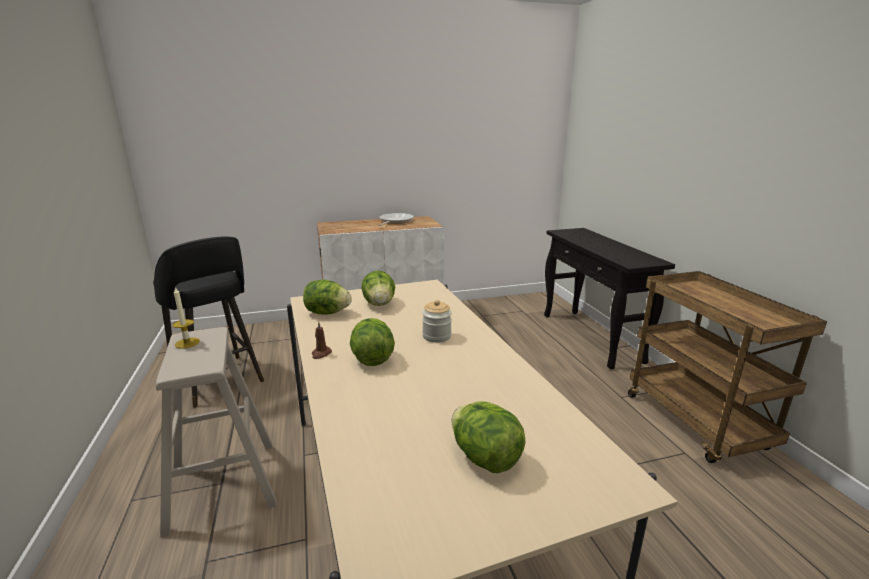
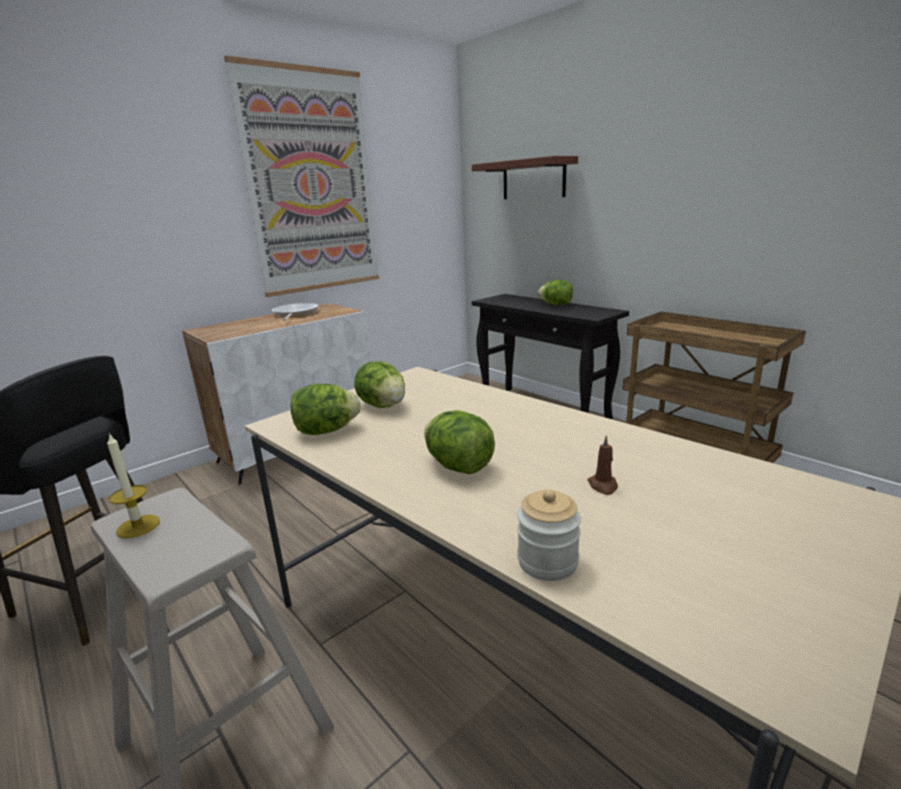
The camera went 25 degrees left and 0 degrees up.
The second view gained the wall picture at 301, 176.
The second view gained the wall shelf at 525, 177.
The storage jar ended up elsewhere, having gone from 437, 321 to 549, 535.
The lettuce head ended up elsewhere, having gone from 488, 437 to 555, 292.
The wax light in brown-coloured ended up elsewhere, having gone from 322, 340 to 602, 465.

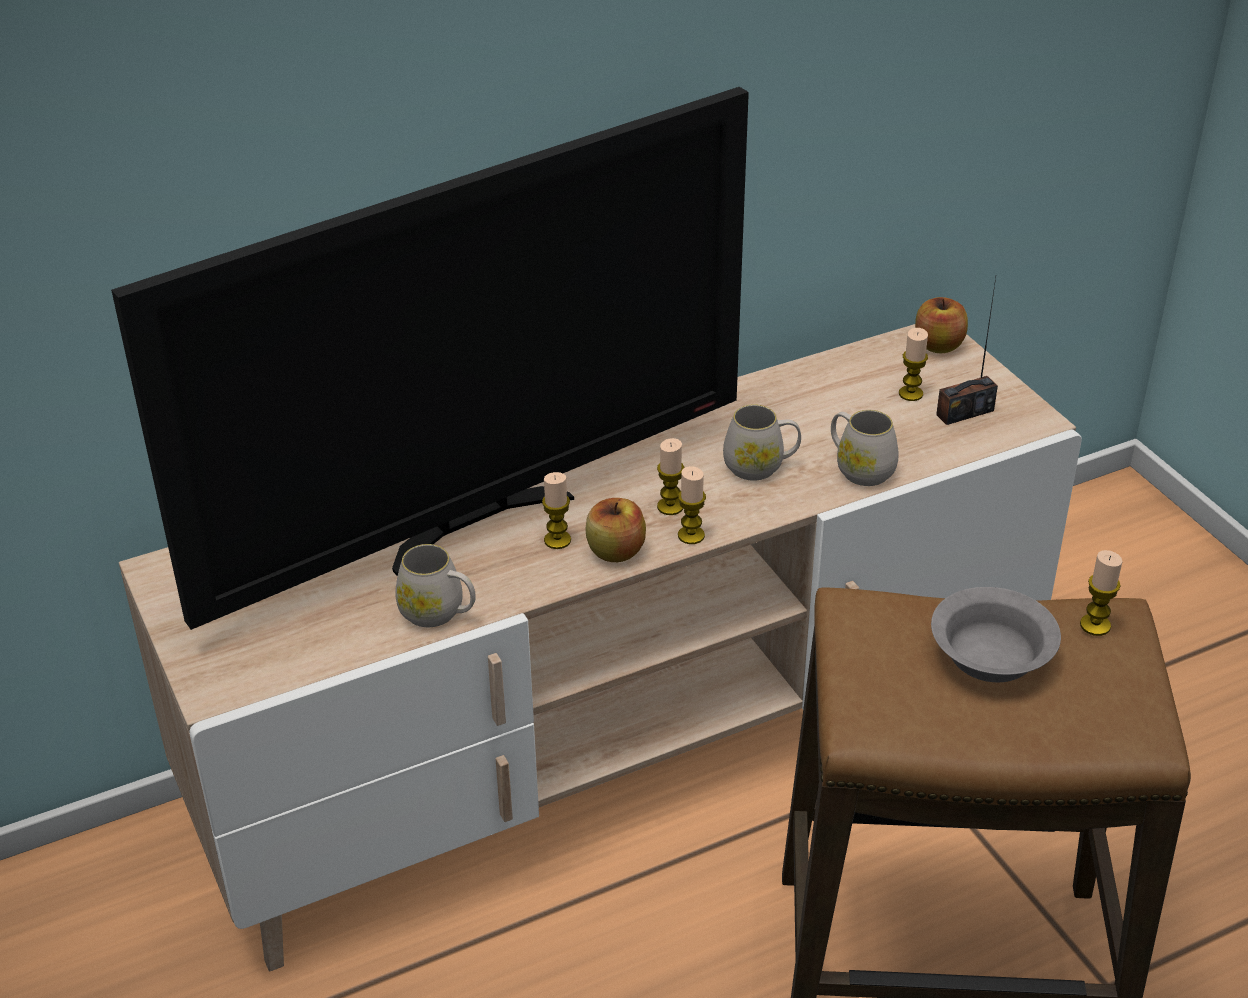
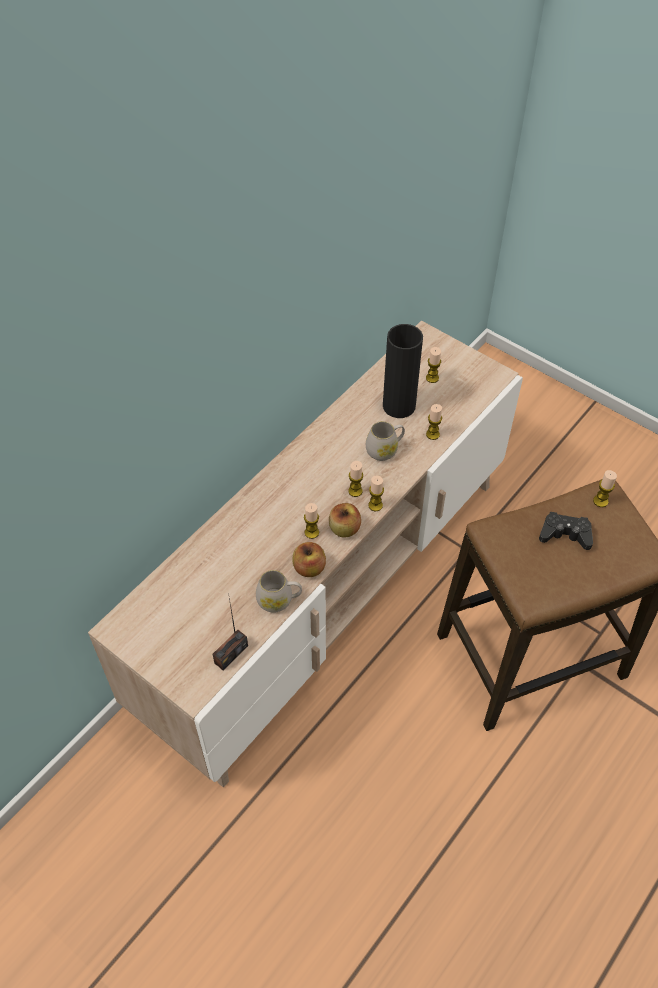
The camera went 25 degrees left and 15 degrees up.
The radio ended up elsewhere, having gone from 967, 351 to 230, 631.
The whole apple ended up elsewhere, having gone from 941, 325 to 309, 559.
The second view gained the flower vase in black at 403, 371.
Where the mug in whitish stood at 865, 448, the wax light came to stand at 434, 422.
Where the bowl in greyish stood at 996, 634, the gamepad in black came to stand at 566, 531.
The second view lost the TV at 430, 358.

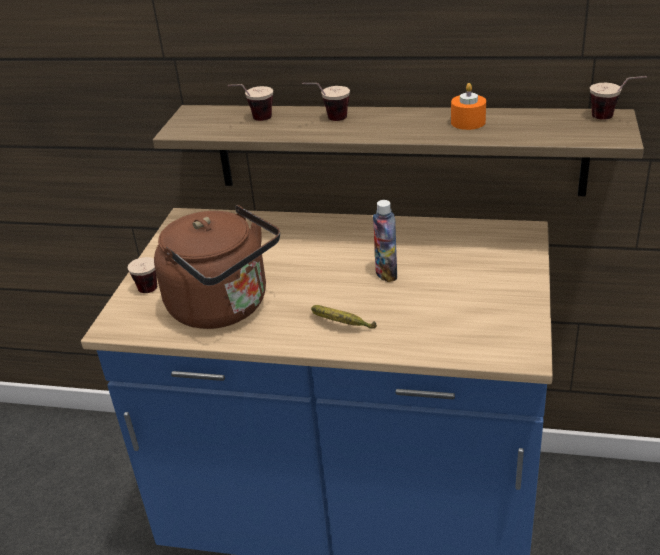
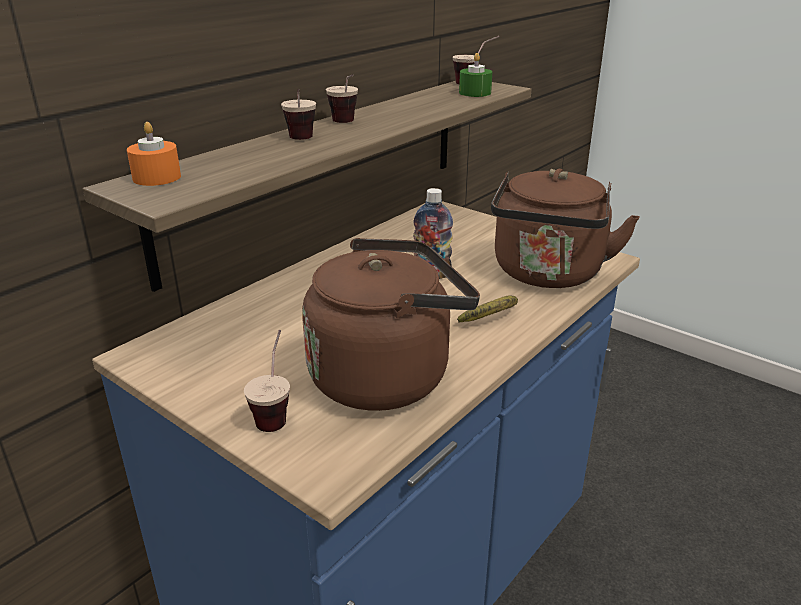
The camera went 65 degrees left and 5 degrees down.
The wax light in orange ended up elsewhere, having gone from 468, 106 to 154, 154.
The cup ended up elsewhere, having gone from 250, 102 to 342, 98.
The second view gained the wax light in green-coloured at 475, 75.
The second view gained the water kettle in brown-coloured at 565, 228.

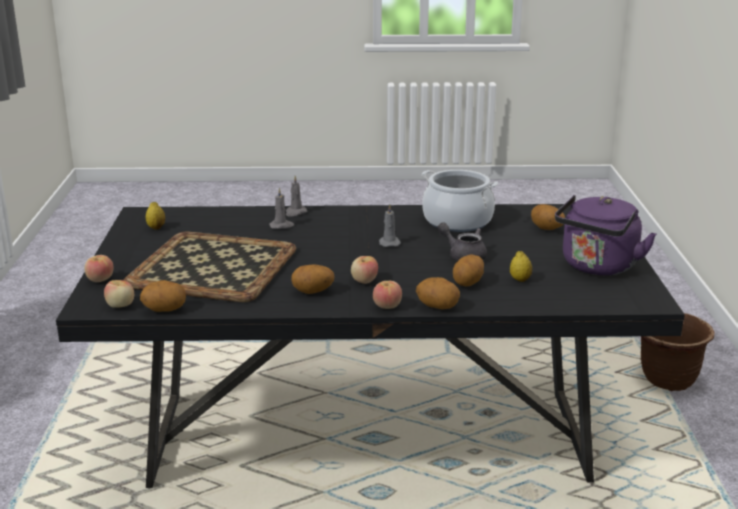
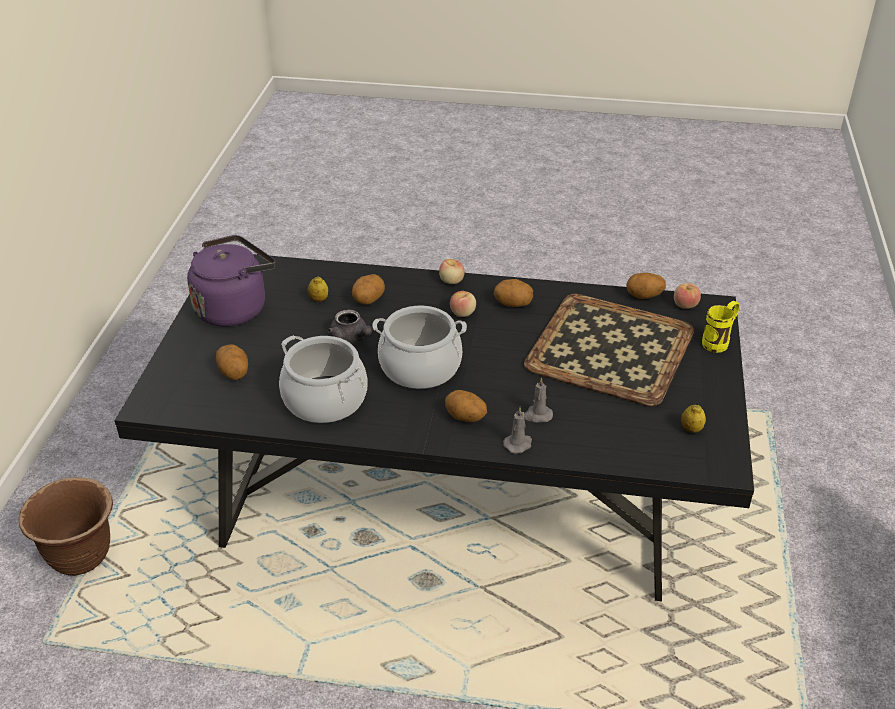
The camera went 170 degrees left and 15 degrees up.
Where the wax light in greyish stood at 390, 225, the saucepot came to stand at 419, 347.
The spud ended up elsewhere, having gone from 438, 293 to 466, 406.
Where the whole apple stood at 99, 268, the mug in yellowish came to stand at 721, 327.

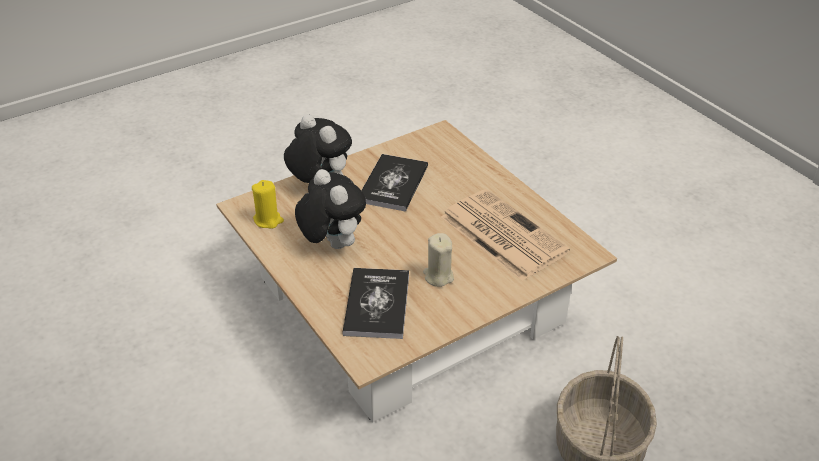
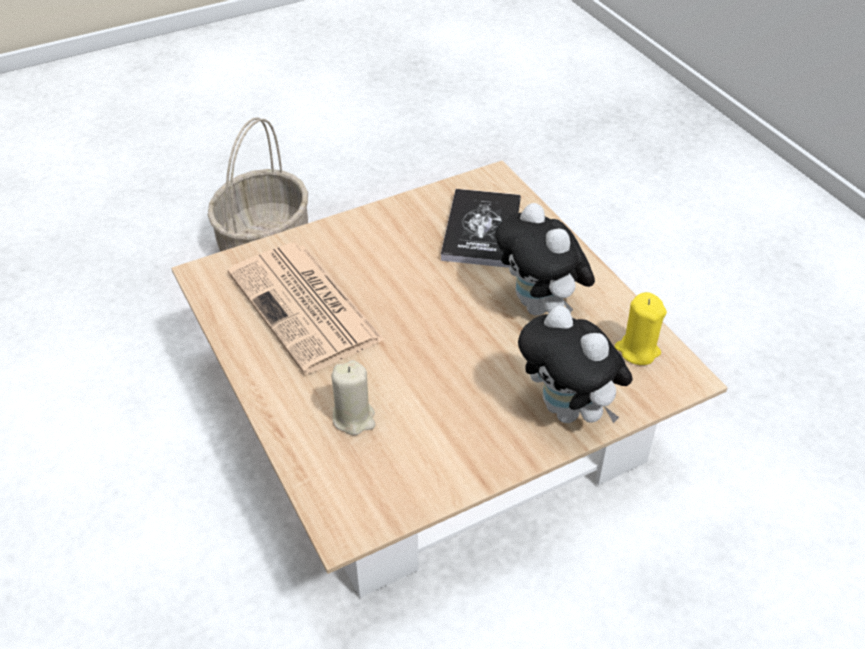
The camera went 175 degrees left and 5 degrees up.
The wax light in beige-coloured ended up elsewhere, having gone from 438, 260 to 353, 398.
The second view lost the bound book at 394, 183.

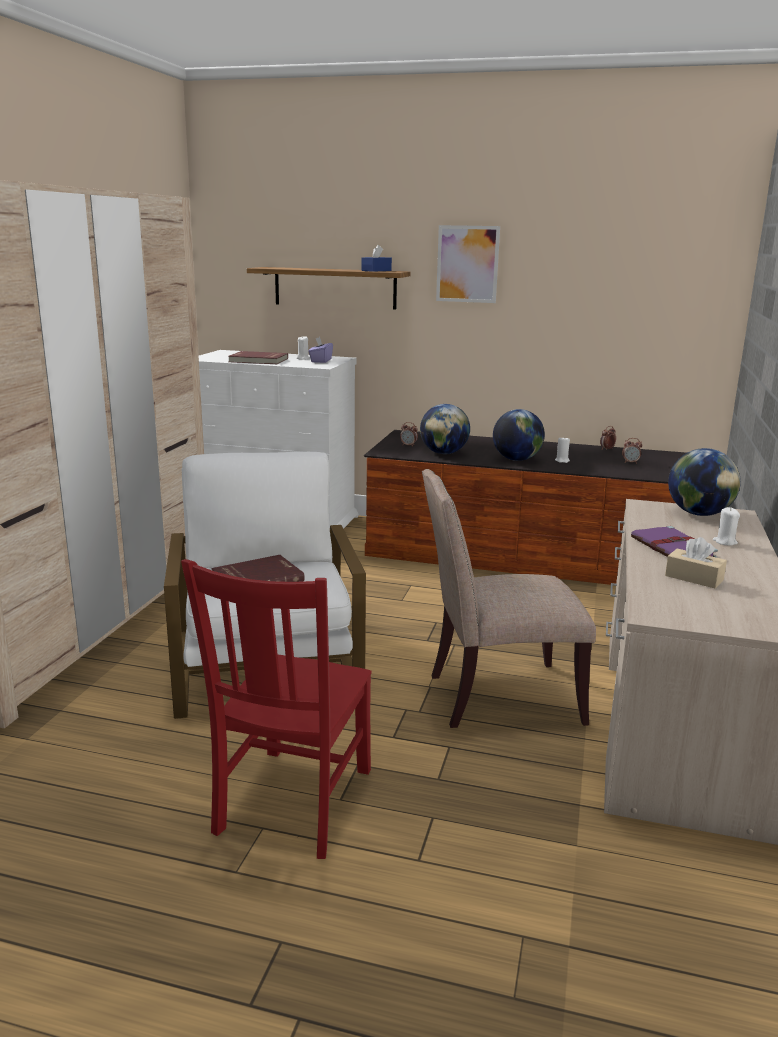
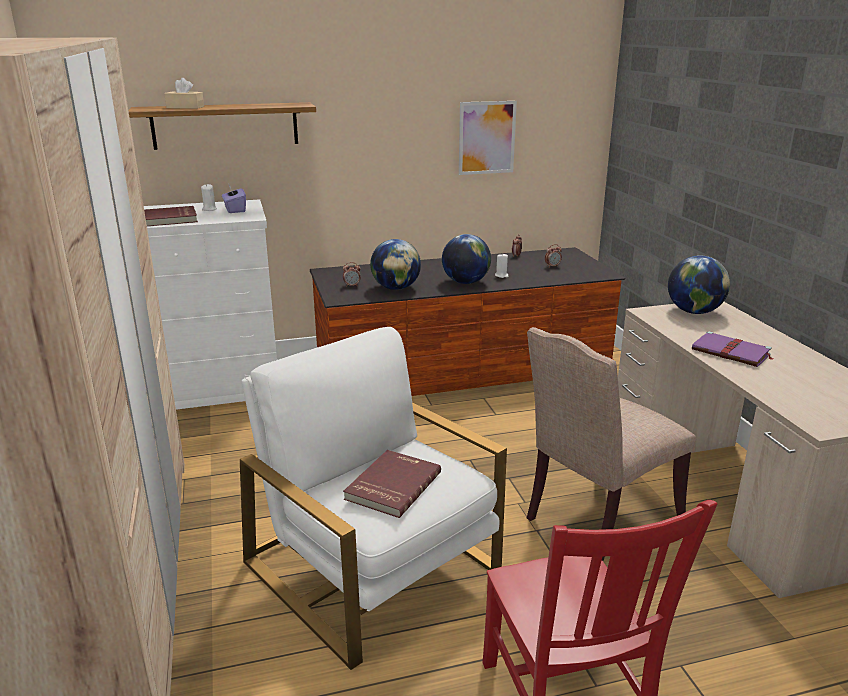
The camera went 30 degrees left and 5 degrees up.
The tissue box in beige-coloured ended up elsewhere, having gone from 696, 562 to 184, 93.
The wall picture ended up elsewhere, having gone from 468, 264 to 488, 138.
The second view lost the tissue box in blue-coloured at 376, 258.
The second view lost the wax light in whitish at 726, 526.

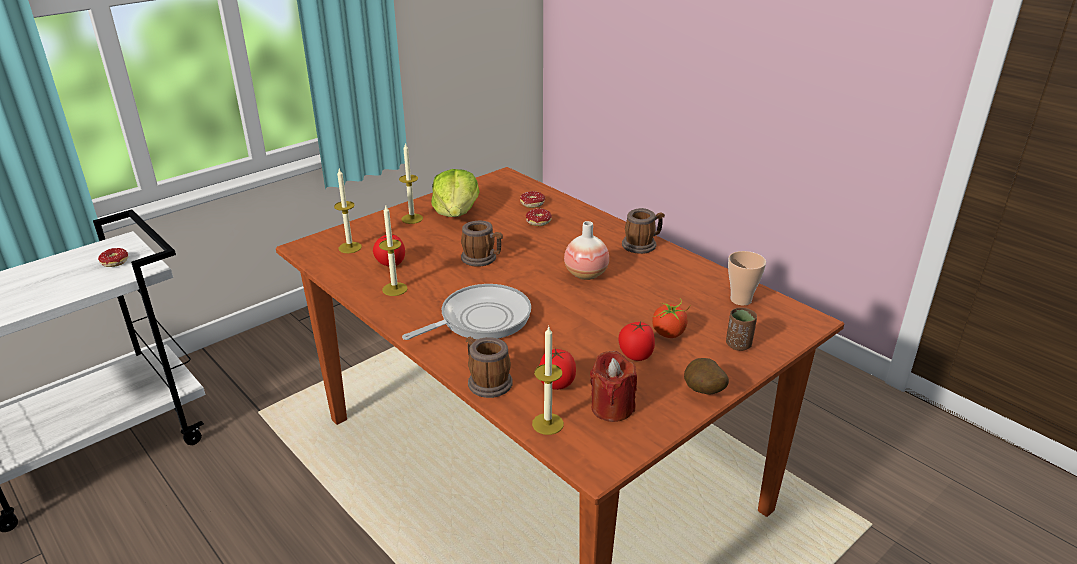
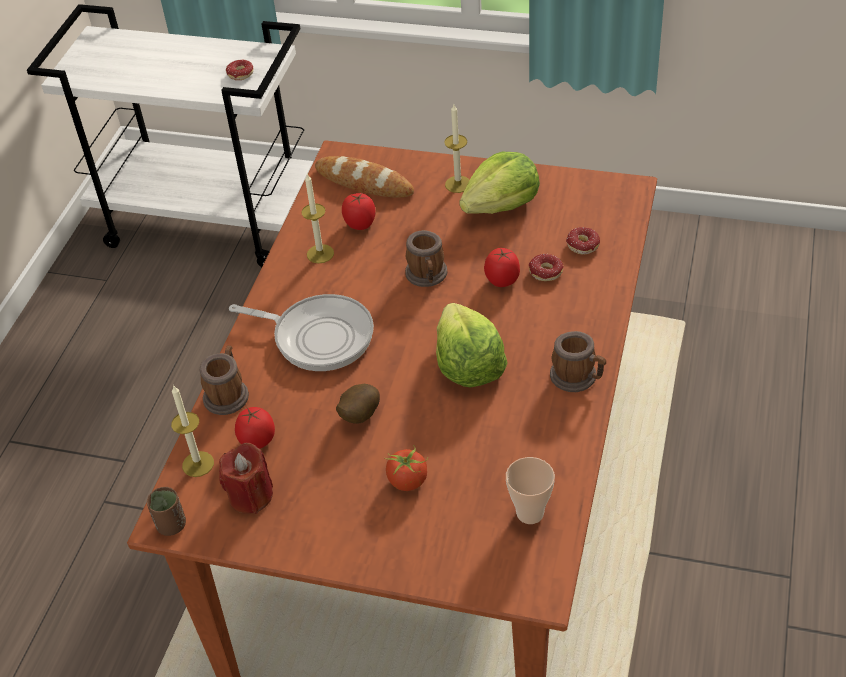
The camera went 60 degrees right and 15 degrees up.
The cup in brown-coloured ended up elsewhere, having gone from 741, 329 to 166, 511.
Where the wax light stood at 348, 211, the bread came to stand at 364, 177.
The spud ended up elsewhere, having gone from 706, 376 to 358, 404.
Where the flower vase stood at 586, 250, the lettuce head came to stand at 472, 345.
The tomato ended up elsewhere, having gone from 637, 341 to 502, 267.

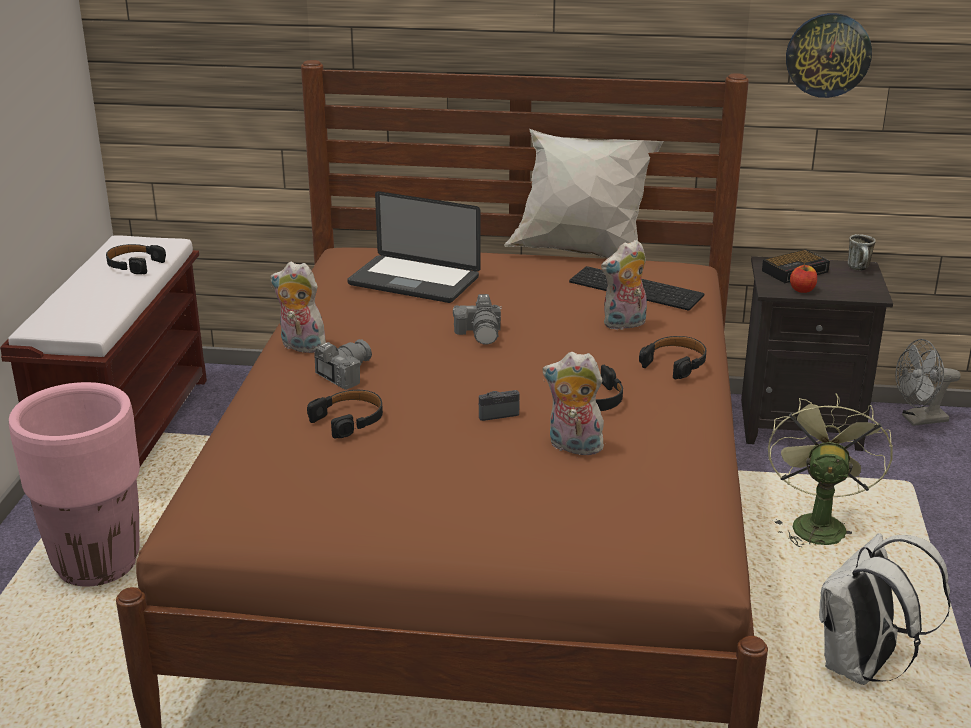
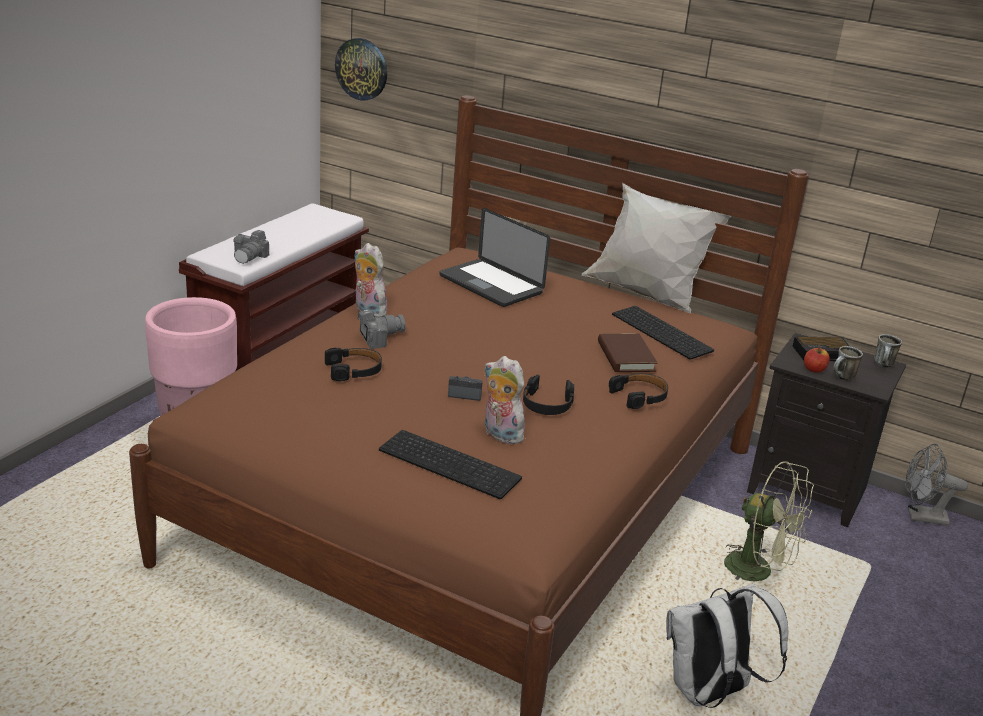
The camera went 20 degrees right and 0 degrees up.
The photo camera ended up elsewhere, having gone from 477, 319 to 251, 247.
The wall clock ended up elsewhere, having gone from 829, 55 to 361, 69.
The second view gained the computer keyboard at 450, 464.
Where the cuddly toy stood at 624, 285, the bound book in brown-coloured came to stand at 628, 353.
The electric fan in green-coloured at 830, 470 ended up facing another way, 90 degrees clockwise from before.
The second view gained the mug at 848, 363.
The second view lost the headphones in black at 136, 259.

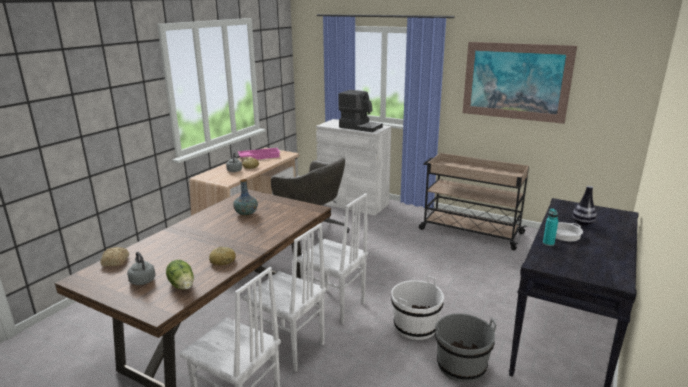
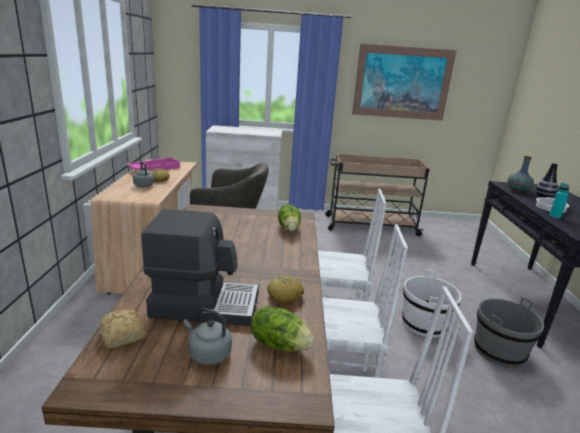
The camera went 30 degrees left and 0 degrees up.
The coffee maker ended up elsewhere, having gone from 360, 111 to 200, 267.
The second view gained the lettuce head at 289, 218.
The flower vase ended up elsewhere, having gone from 245, 197 to 521, 174.

